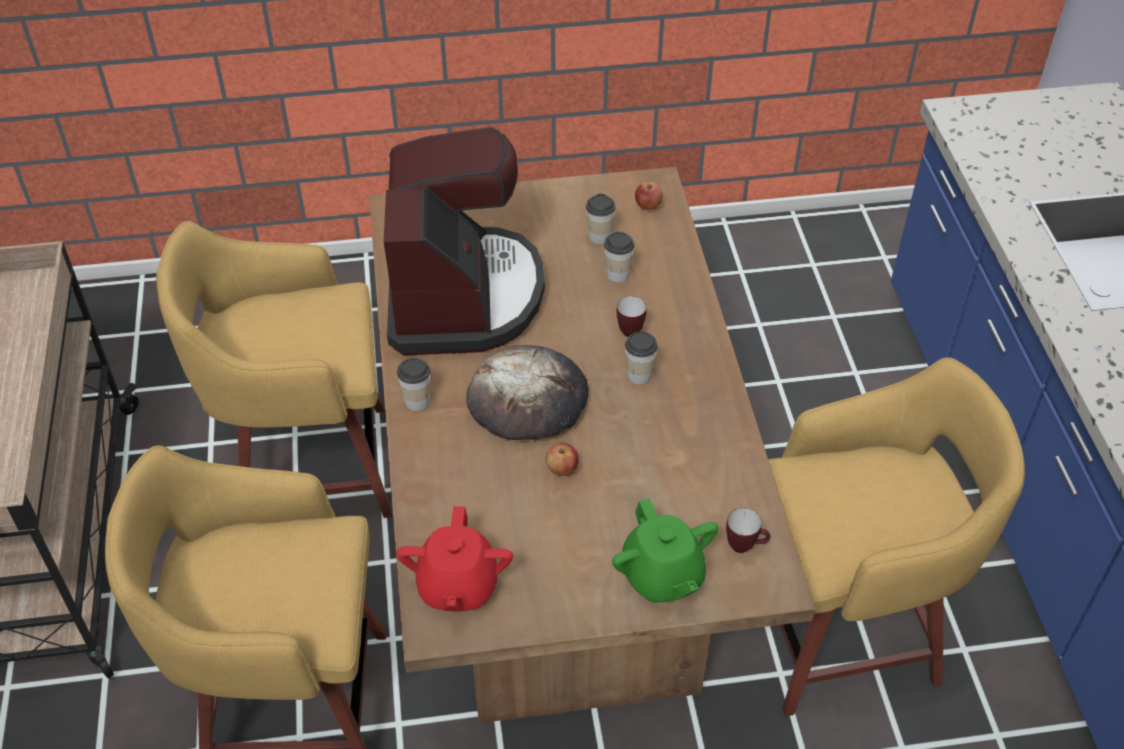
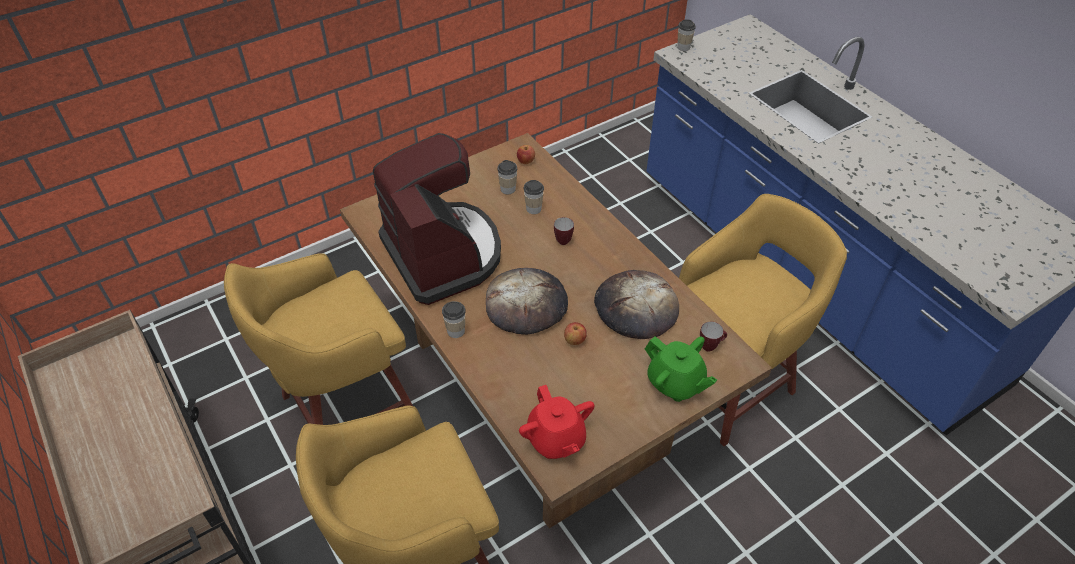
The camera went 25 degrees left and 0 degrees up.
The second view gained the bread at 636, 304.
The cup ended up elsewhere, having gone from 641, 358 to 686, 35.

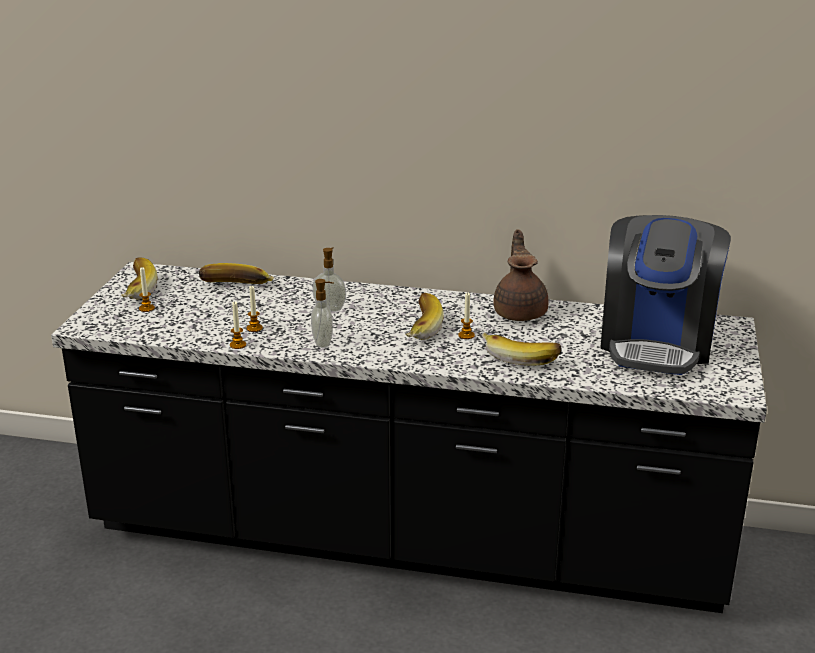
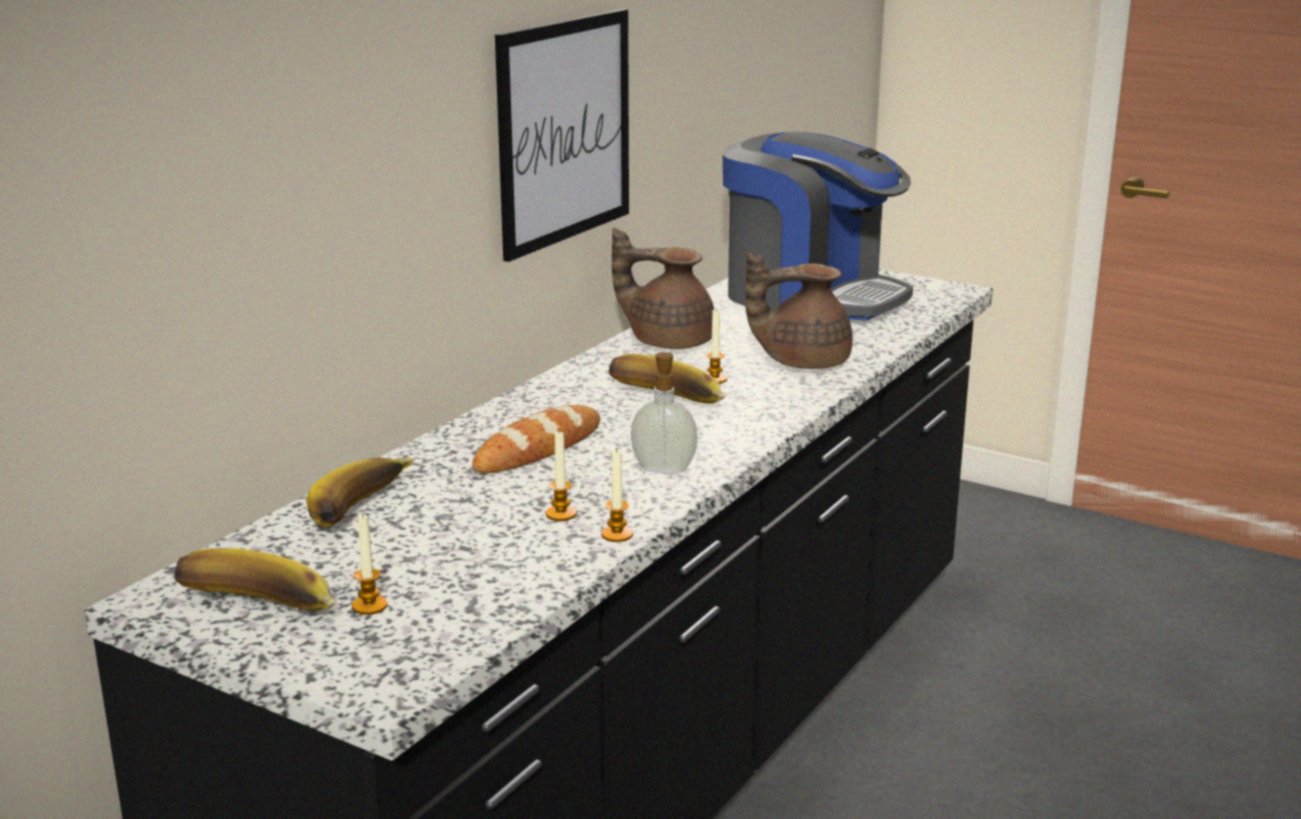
The camera went 70 degrees left and 5 degrees down.
Where the liquid soap bottle stood at 329, 279, the bread came to stand at 536, 439.
The second view gained the wall picture at 562, 135.
Where the whole banana stood at 522, 348, the pot for tea in brown-coloured came to stand at 799, 311.

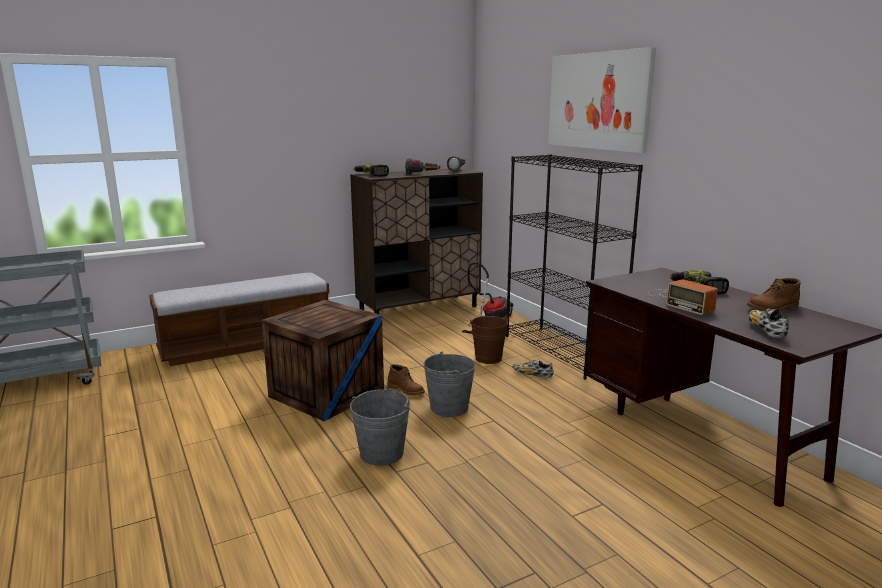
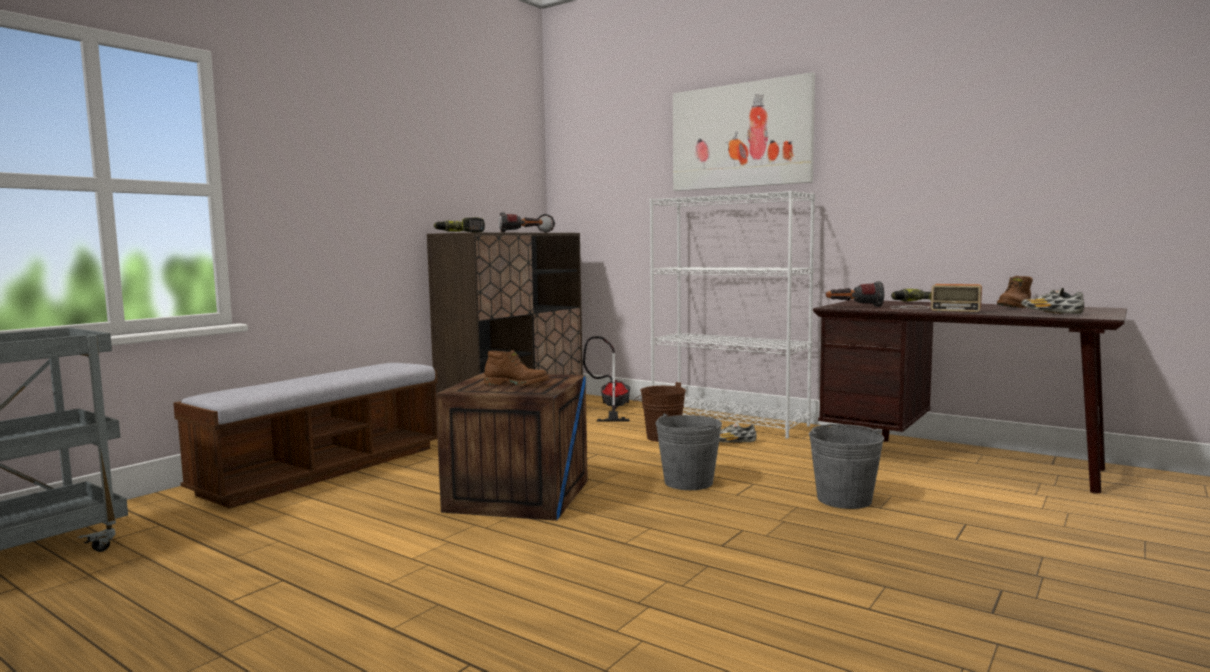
The camera went 25 degrees left and 10 degrees down.
The tall boot in brown-coloured ended up elsewhere, having gone from 406, 379 to 516, 367.
What was the shelving unit in black at 574, 266 turned into the shelving unit in whitish at 732, 314.
The bucket in greyish ended up elsewhere, having gone from 380, 427 to 846, 466.
The second view gained the hand torch at 855, 294.

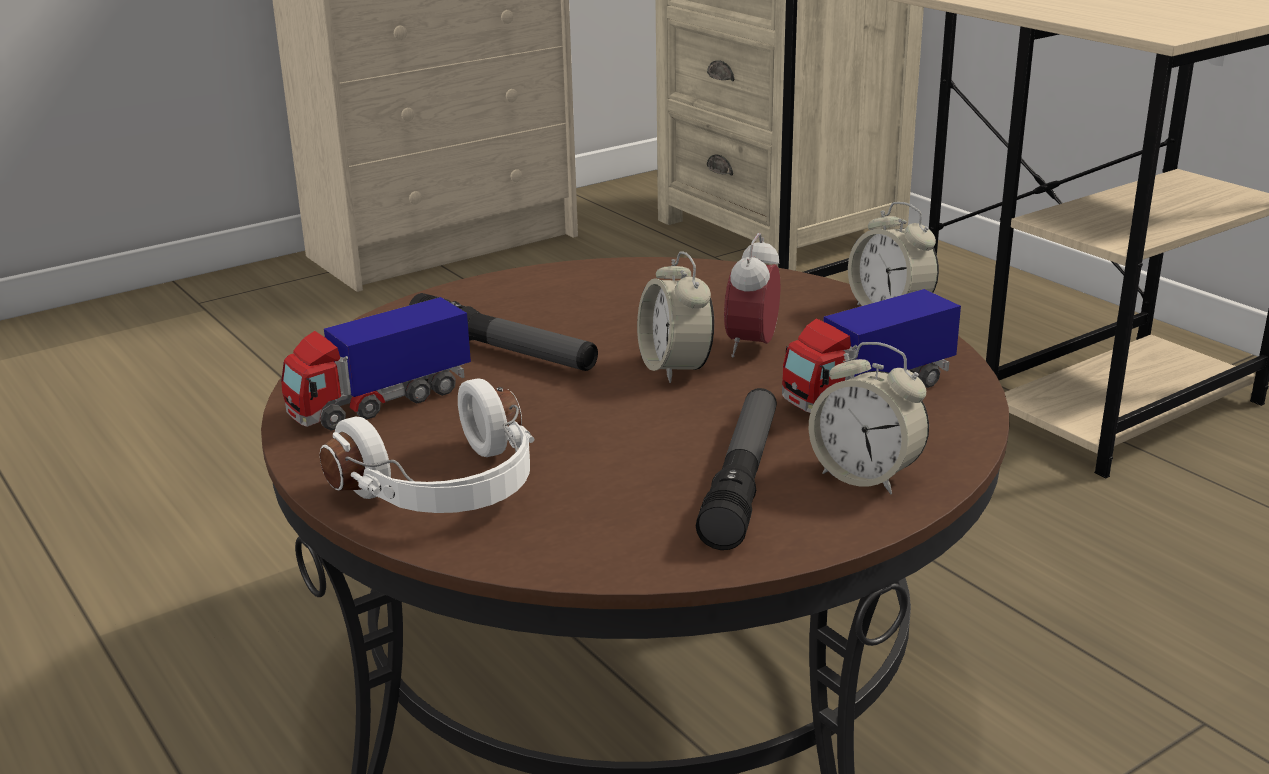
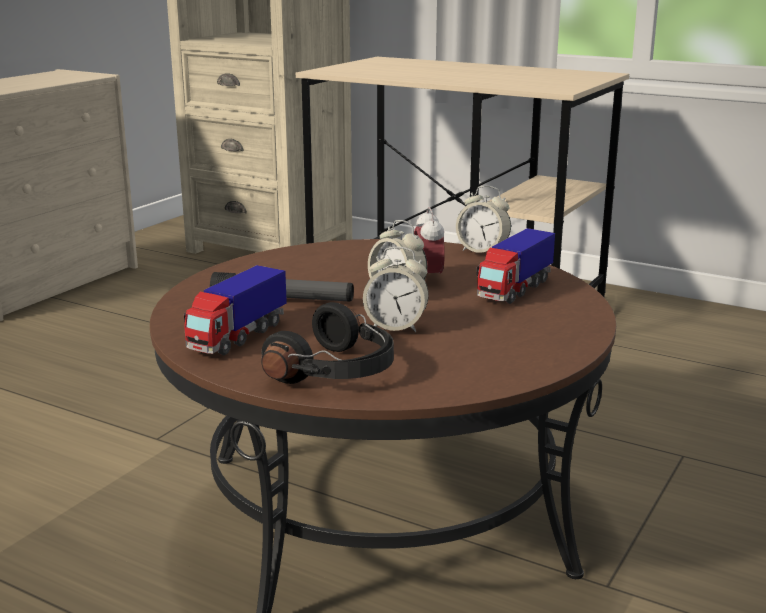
The camera went 25 degrees left and 5 degrees down.
What was the headphones in whitish at 427, 445 turned into the headphones in black at 327, 343.
The bedside clock ended up elsewhere, having gone from 869, 418 to 396, 289.
The second view lost the hand torch at 736, 469.

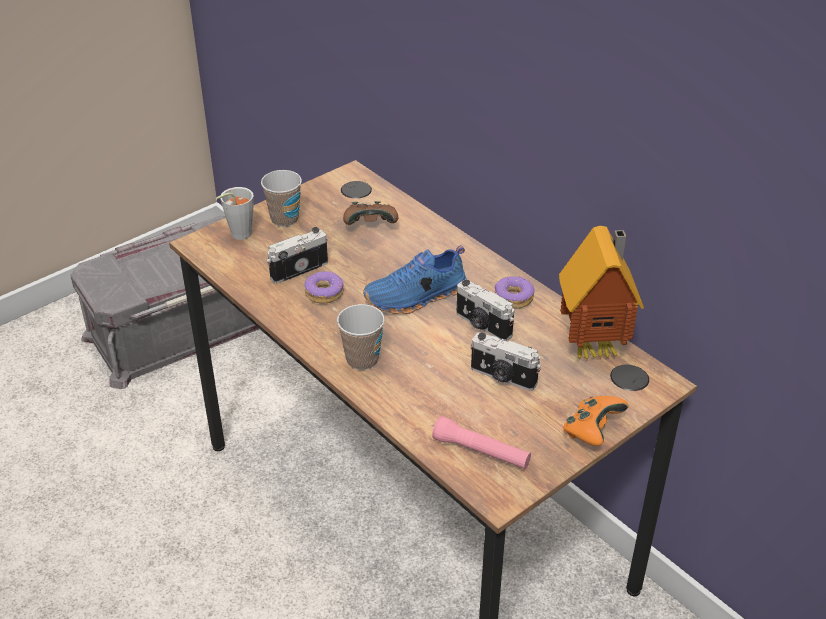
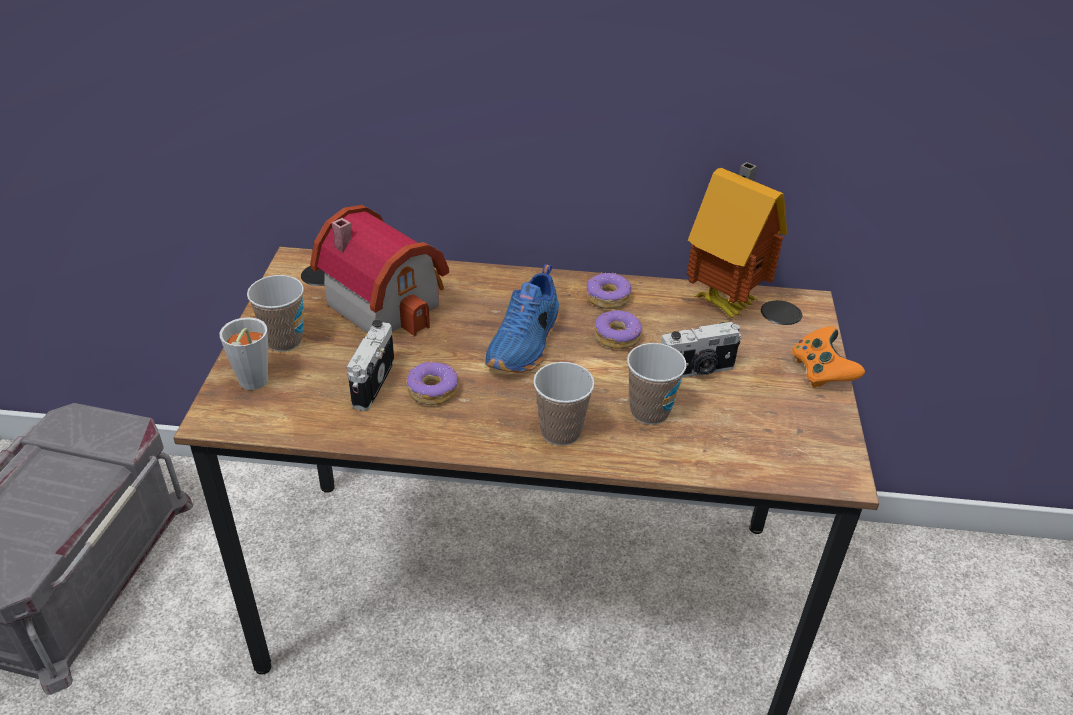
The camera went 45 degrees left and 0 degrees up.
Where the gamepad in brown-coloured stood at 371, 213, the miniature house came to stand at 379, 270.
Where the photo camera stood at 485, 310, the ring doughnut came to stand at 618, 329.
The second view gained the cup at 657, 384.
The second view lost the hand torch in pinkish at 481, 442.

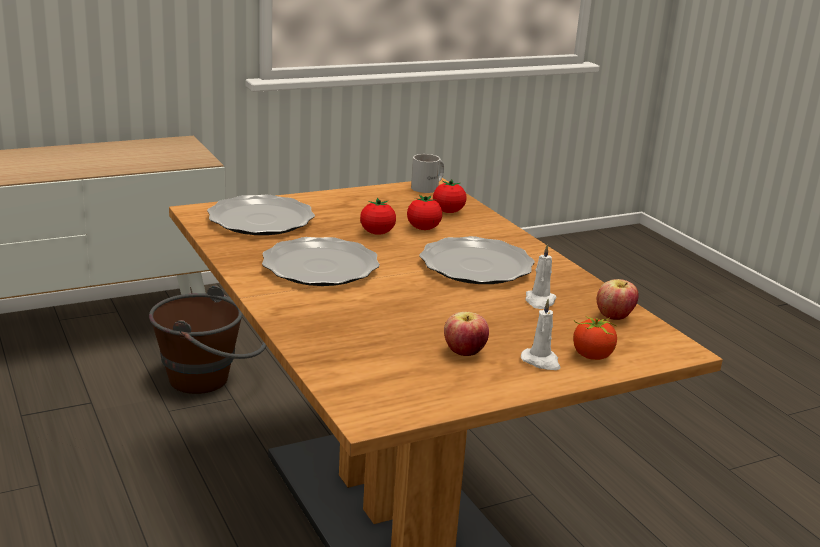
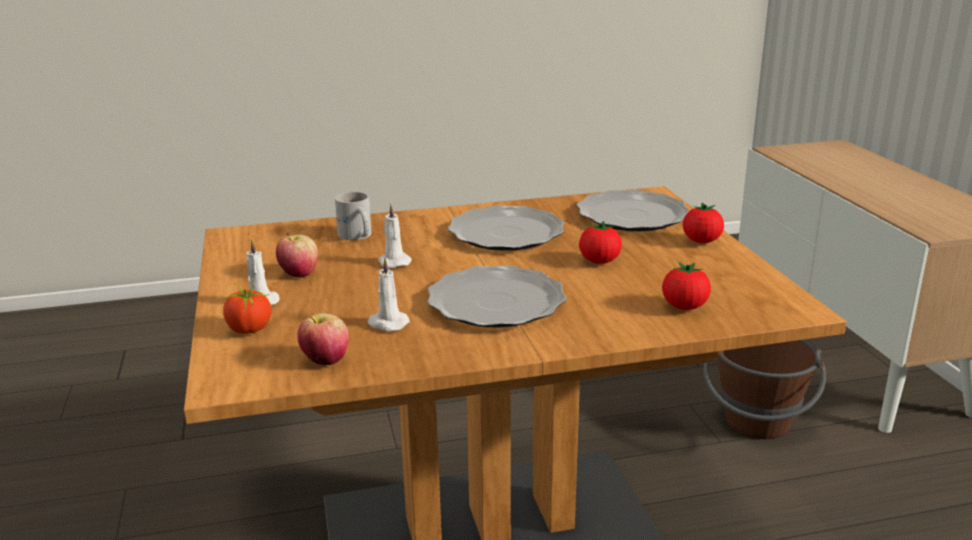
The camera went 105 degrees right and 0 degrees up.
The mug in whitish ended up elsewhere, having gone from 427, 173 to 353, 216.
The second view gained the wax light in whitish at 395, 236.
The tomato ended up elsewhere, having gone from 424, 212 to 703, 222.

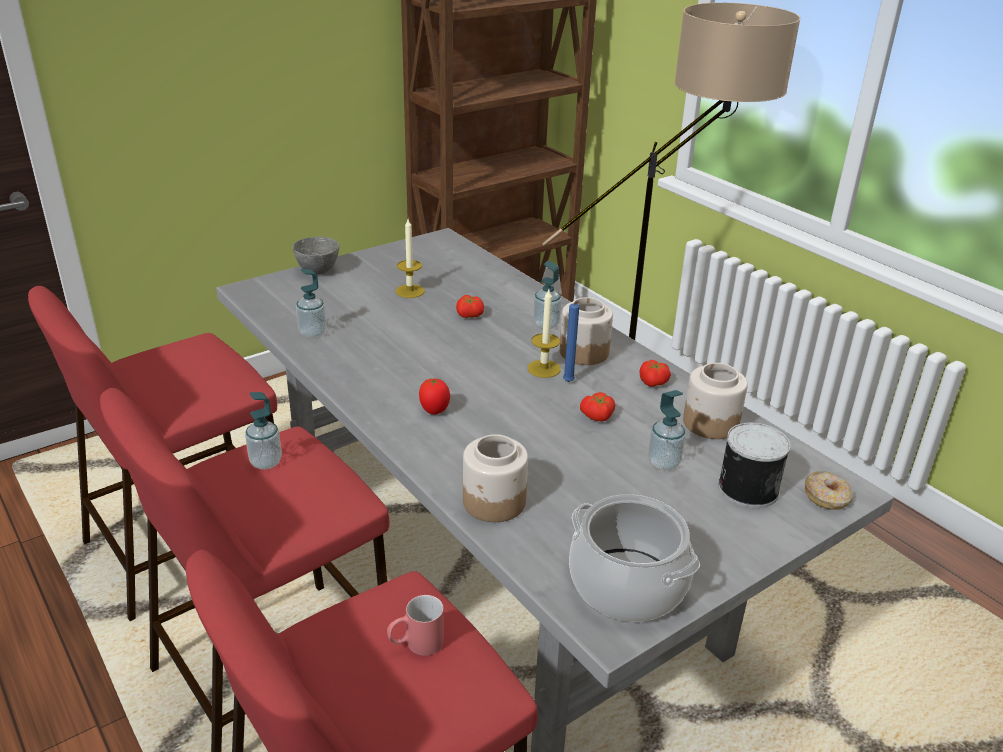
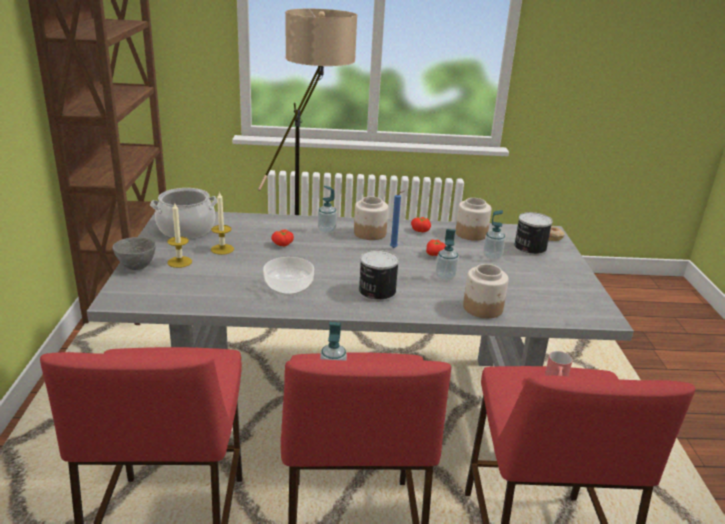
The camera went 55 degrees left and 5 degrees down.
The saucepot ended up elsewhere, having gone from 634, 558 to 183, 213.
The wax light ended up elsewhere, having gone from 544, 334 to 179, 235.
The second view gained the bowl at 288, 276.
Where the tomato stood at 434, 396, the sealed can came to stand at 379, 276.
The liquid soap bottle ended up elsewhere, having gone from 311, 303 to 447, 255.

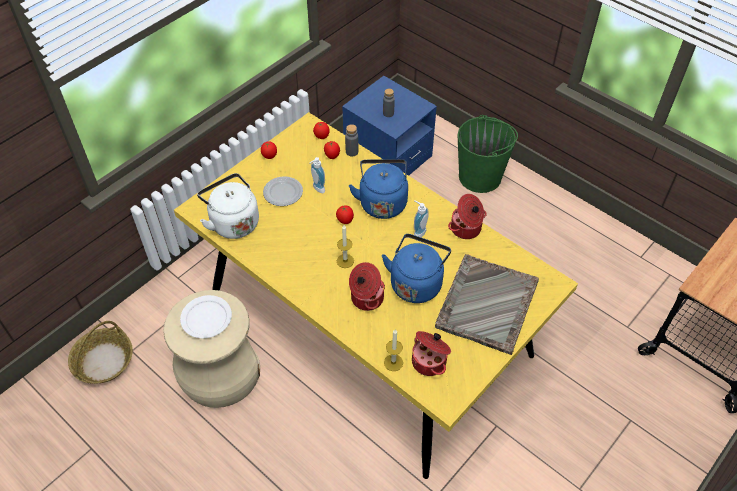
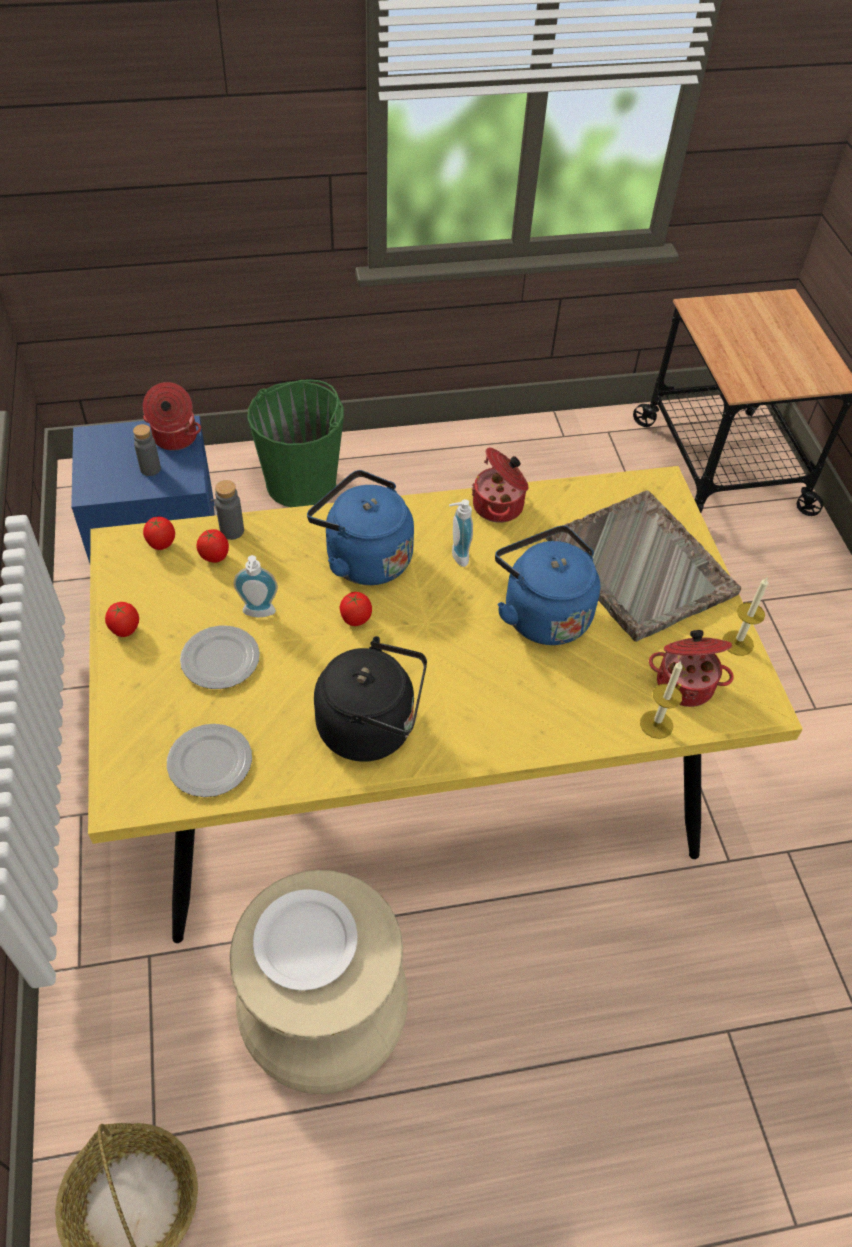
The camera went 55 degrees left and 0 degrees up.
The saucepot ended up elsewhere, having gone from 367, 286 to 172, 416.
Where the water kettle in whitish stood at 228, 206, the plate came to stand at 209, 760.
The second view gained the water kettle in black at 370, 699.
The wax light ended up elsewhere, having gone from 345, 246 to 745, 616.

